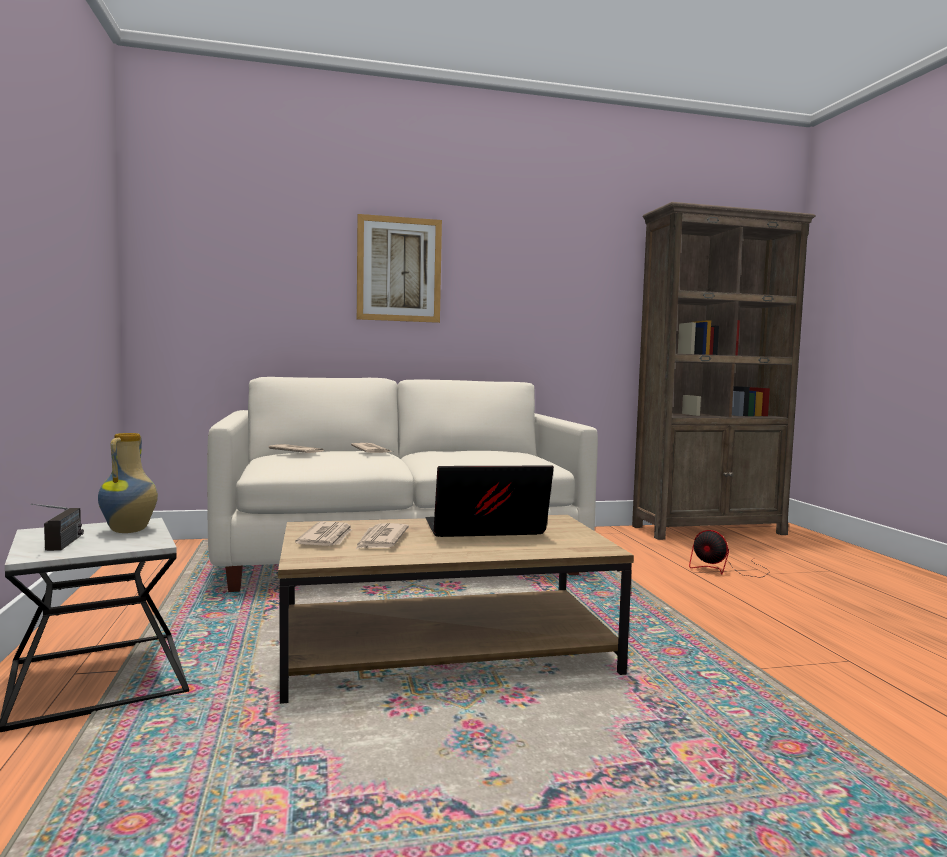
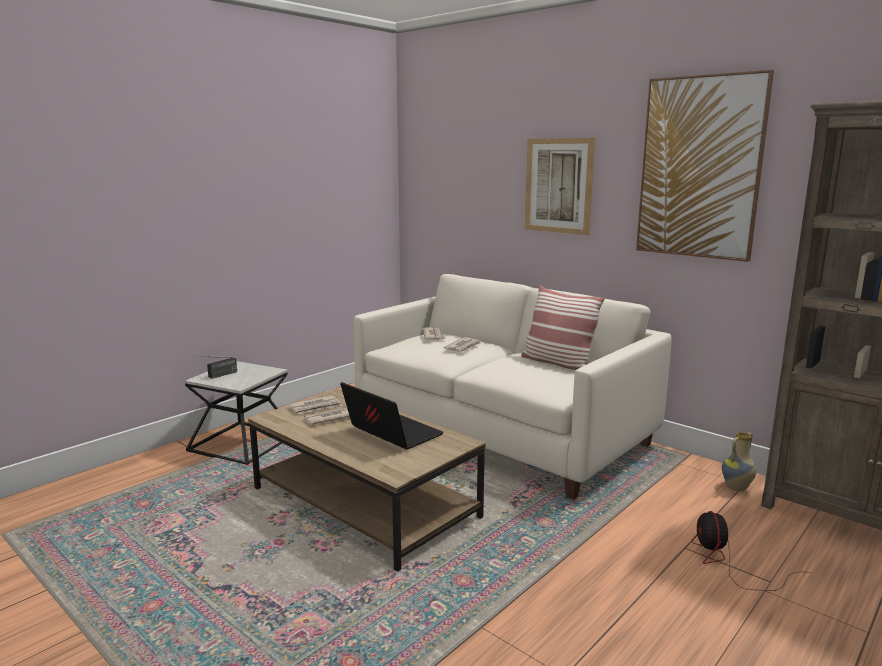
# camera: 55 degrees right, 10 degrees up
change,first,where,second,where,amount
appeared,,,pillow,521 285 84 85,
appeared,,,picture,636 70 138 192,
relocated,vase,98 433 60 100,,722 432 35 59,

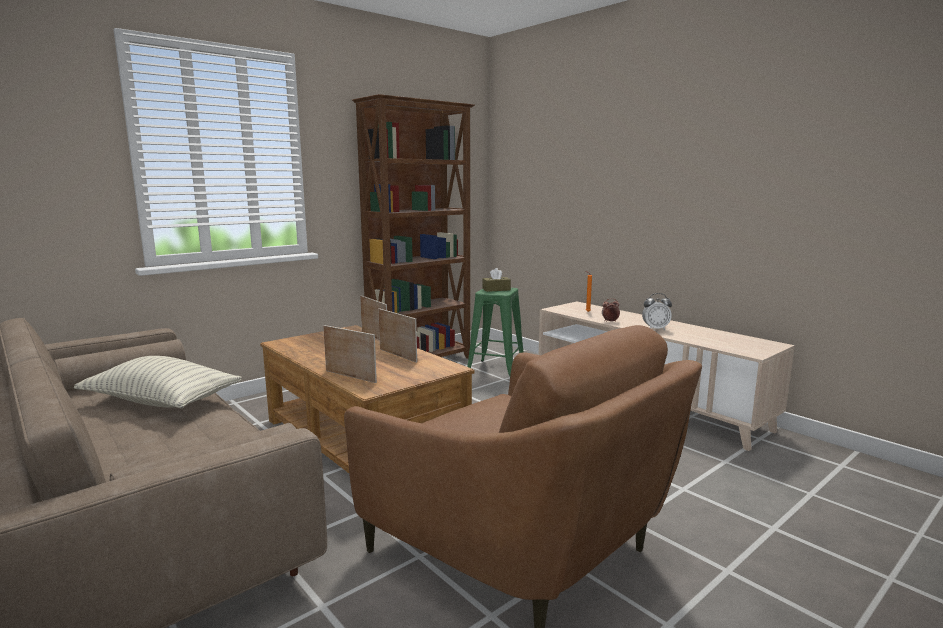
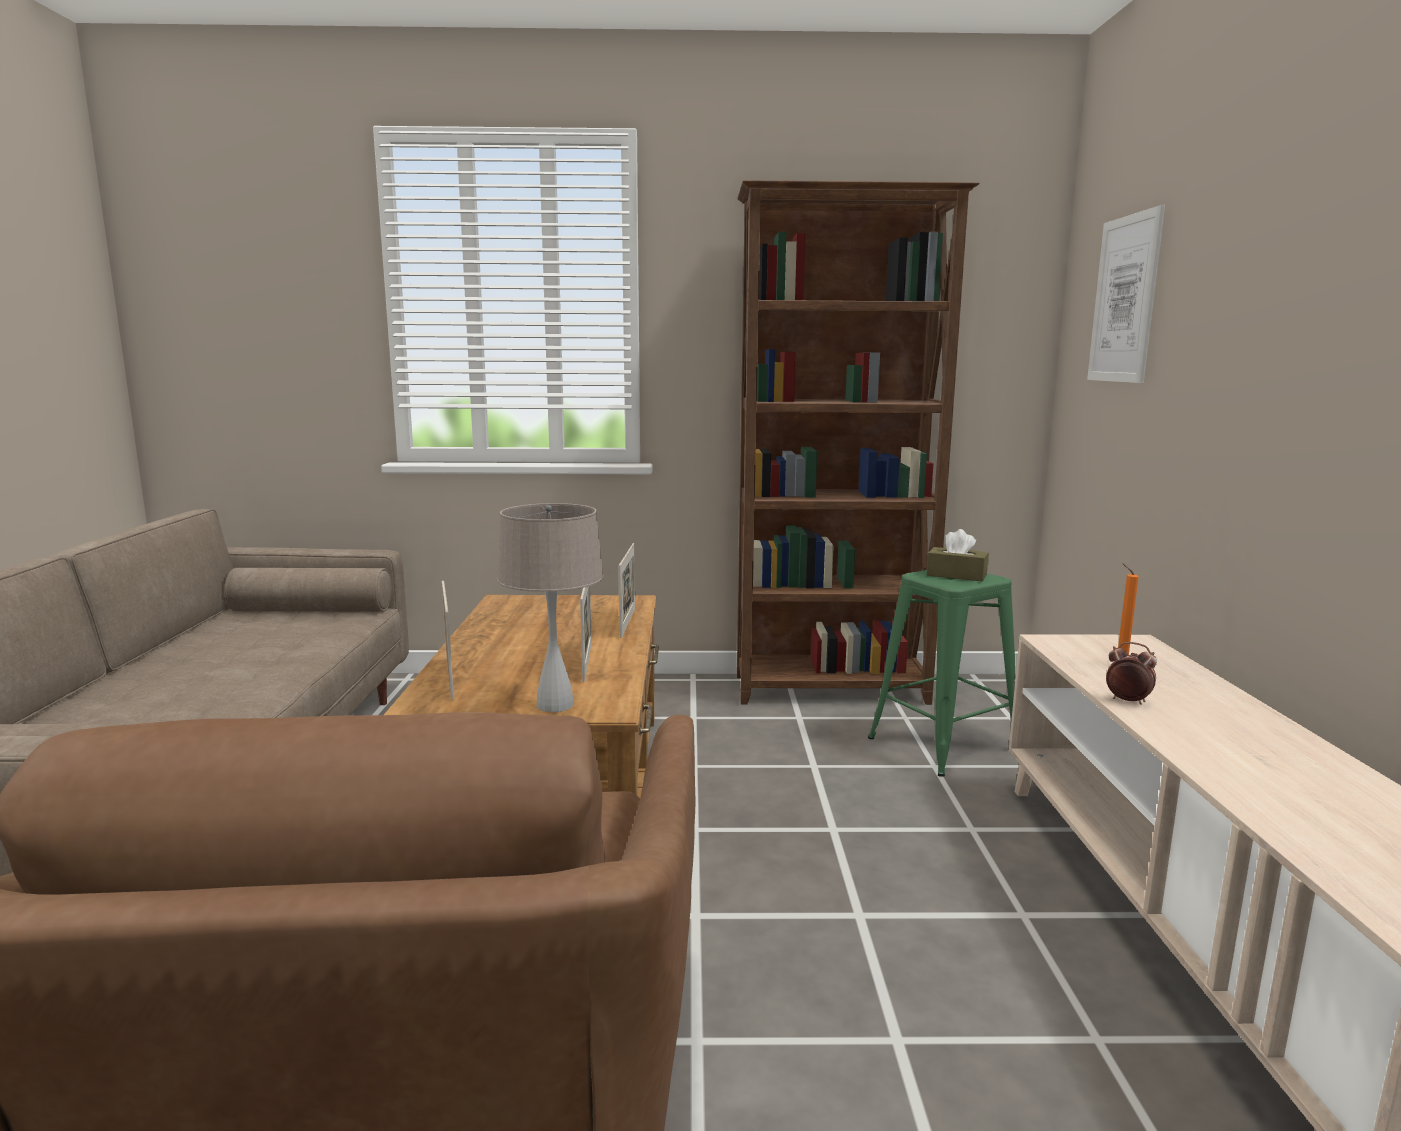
# camera: 40 degrees right, 0 degrees up
change,first,where,second,where,amount
appeared,,,table lamp/beige,497 503 107 209,
appeared,,,picture,1087 205 78 178,
missing,pillow,74 356 168 52,,,
missing,alarm clock,642 293 30 37,,,

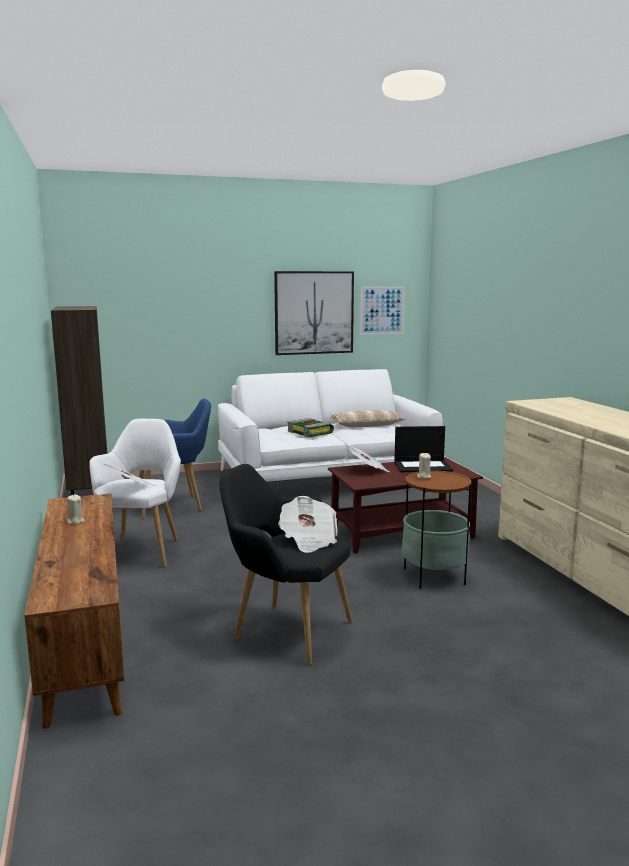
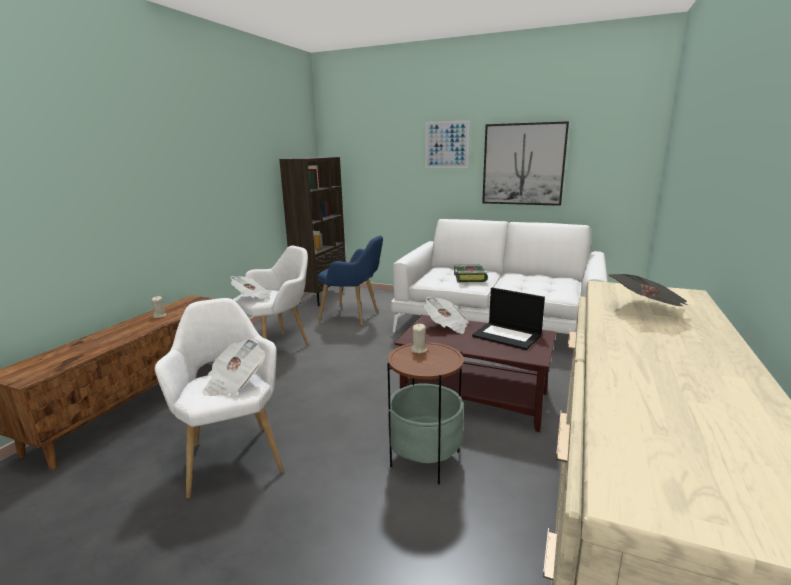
# camera: 40 degrees right, 5 degrees up
change,first,where,second,where,amount
colour,armchair/black,220 464 132 201,armchair/white,155 298 129 200,
relocated,picture,360 286 45 49,,426 120 44 48,
appeared,,,newspaper,608 274 79 32,
missing,pillow,330 410 76 17,,,

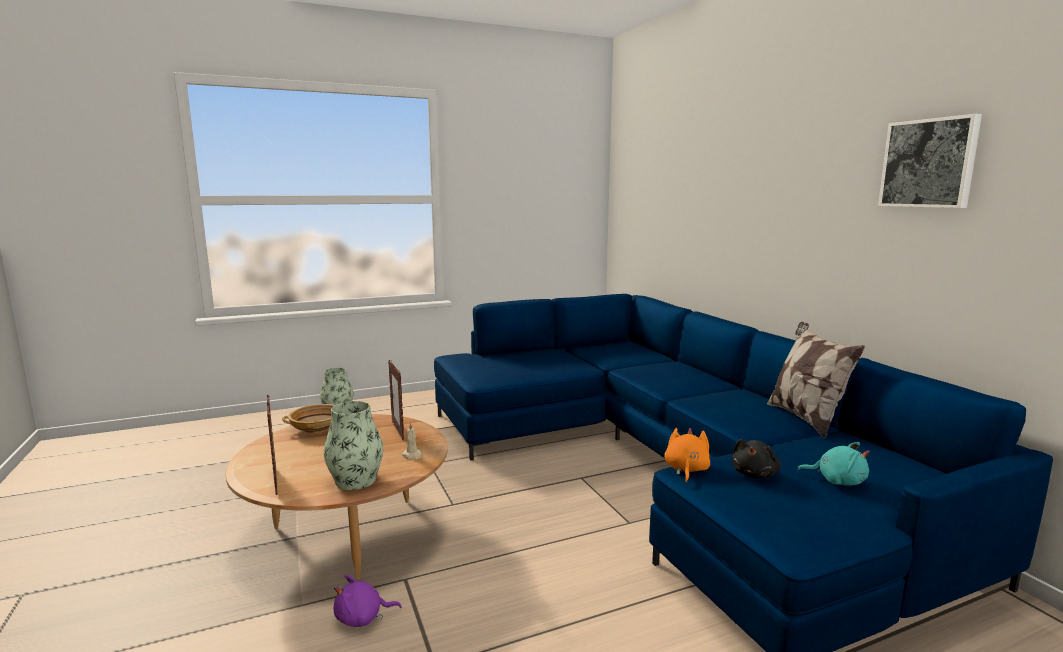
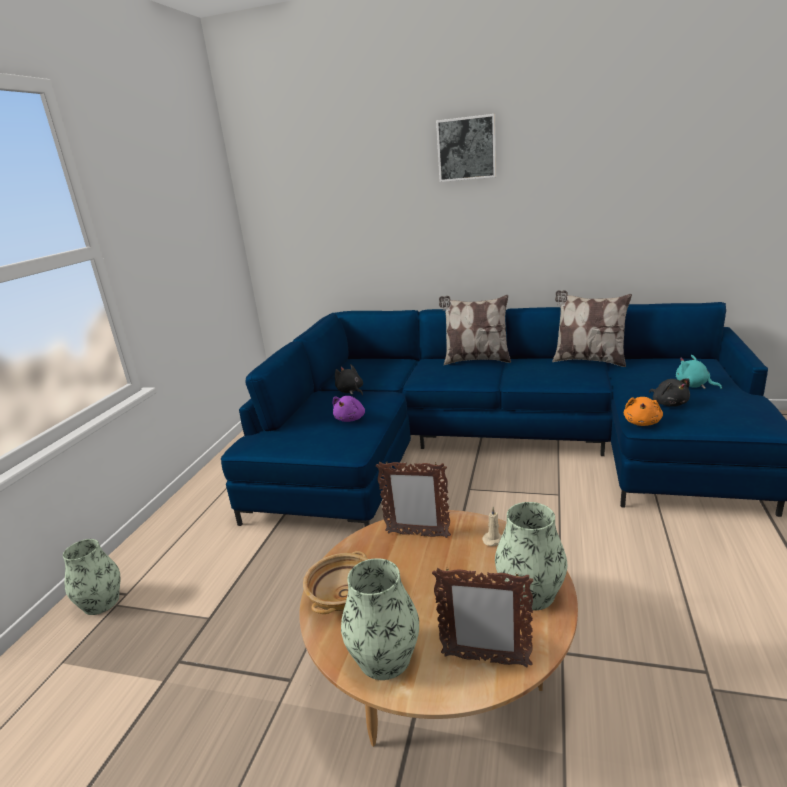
# camera: 50 degrees left, 10 degrees up
change,first,where,second,where,amount
relocated,plush toy/purple,333 574 69 53,,333 396 32 26,
appeared,,,plush toy/black,335 365 28 30,
appeared,,,vase,341 558 78 122,
relocated,picture,878 114 104 94,,436 114 60 68,
appeared,,,pillow,439 295 72 70,
spun,plush toy/orange,664 428 46 55,,624 397 39 29,120 degrees counterclockwise
spun,plush toy/turquoise,797 442 73 44,,676 355 46 34,105 degrees counterclockwise

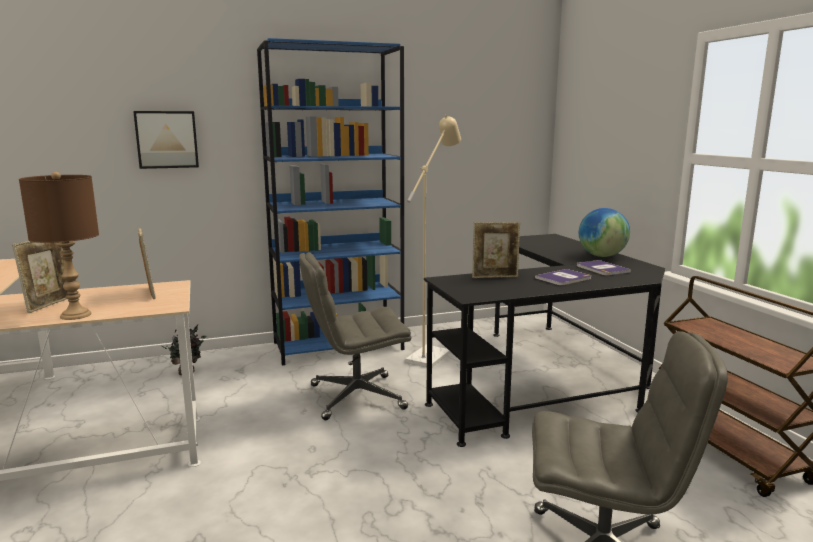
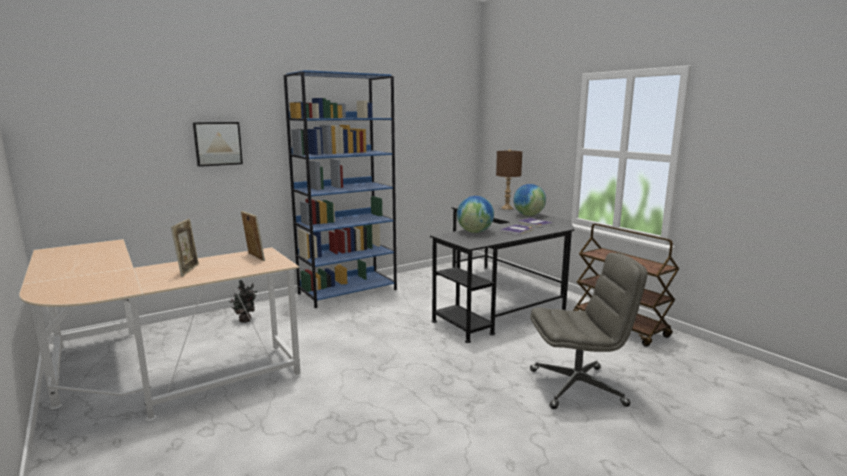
# camera: 15 degrees left, 0 degrees up
change,first,where,second,where,amount
exchanged,picture frame,472 222 48 56,globe,457 196 37 37,
relocated,table lamp/brown,19 172 80 148,,496 149 26 61,
missing,office chair/grey,299 252 112 168,,,
missing,floor lamp/beige,405 115 56 252,,,

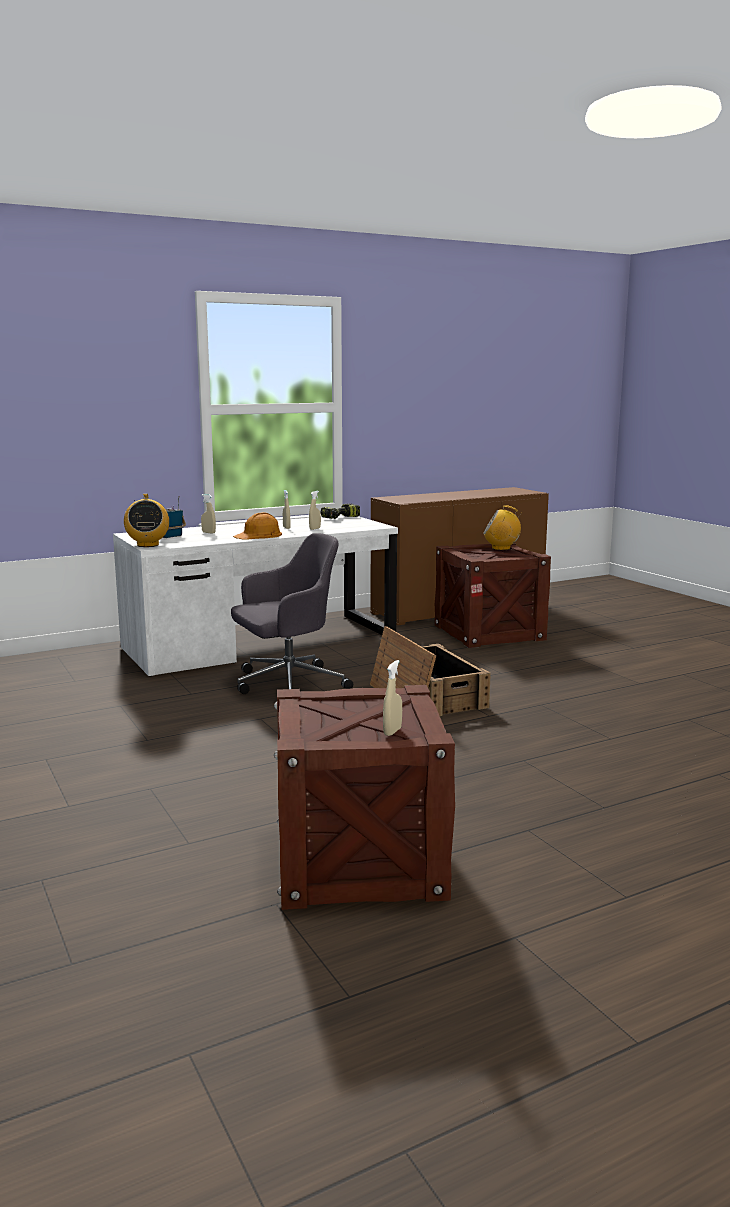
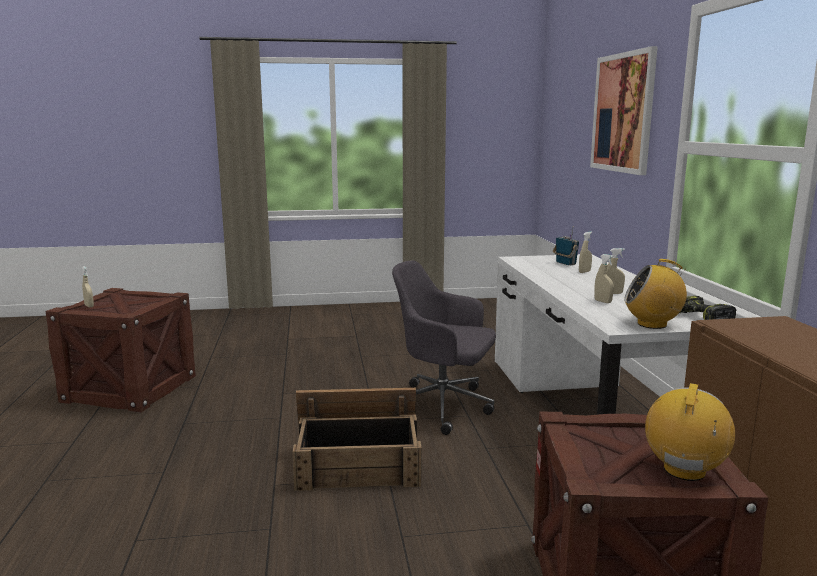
# camera: 110 degrees right, 0 degrees up
change,first,where,second,where,amount
spun,office chair/grey,231 533 122 161,,392 261 104 174,120 degrees clockwise
appeared,,,picture,590 46 68 129,
relocated,radio,124 494 45 53,,624 259 63 70,
missing,hard hat/orange,233 512 49 28,,,

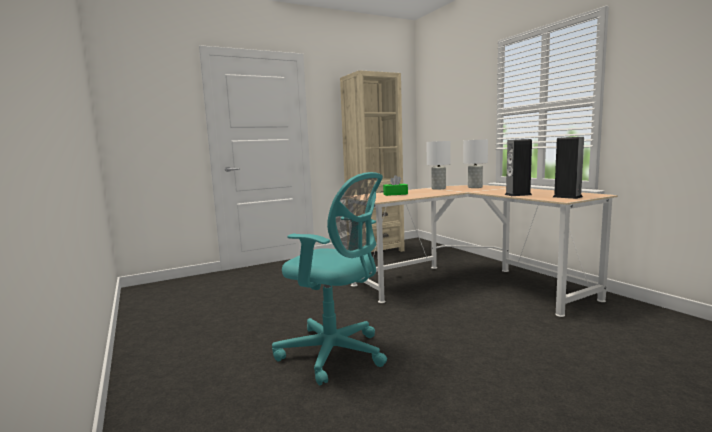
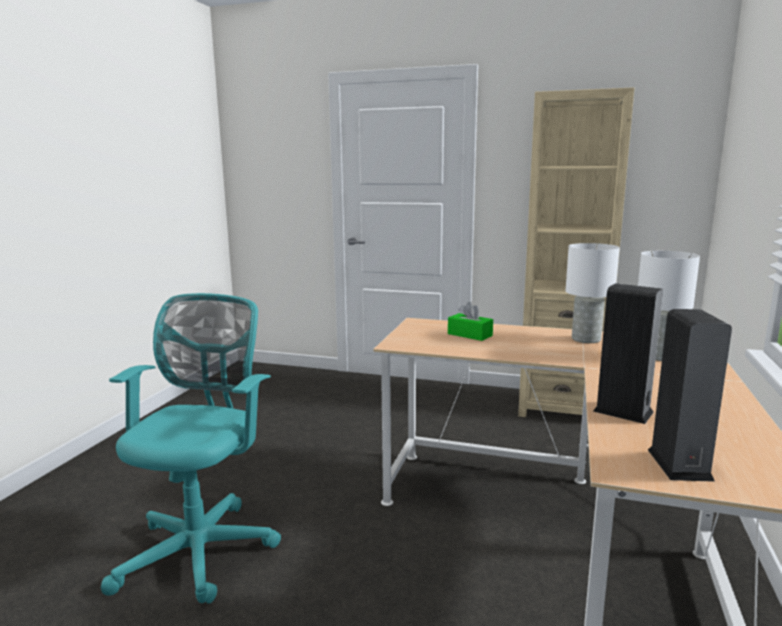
# camera: 45 degrees right, 5 degrees up
change,first,where,second,where,amount
spun,office chair/turquoise,272 172 115 213,,100 293 181 311,150 degrees counterclockwise

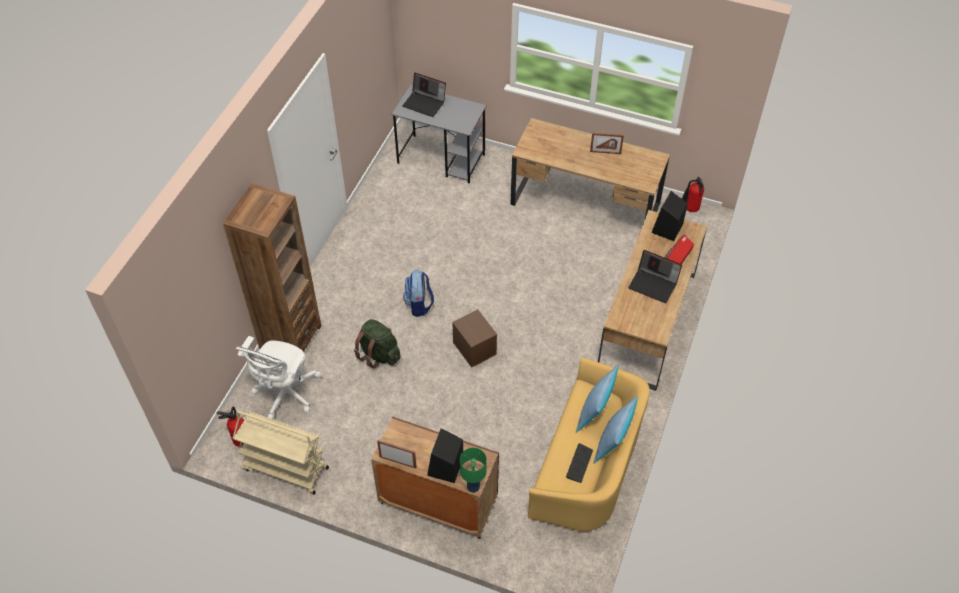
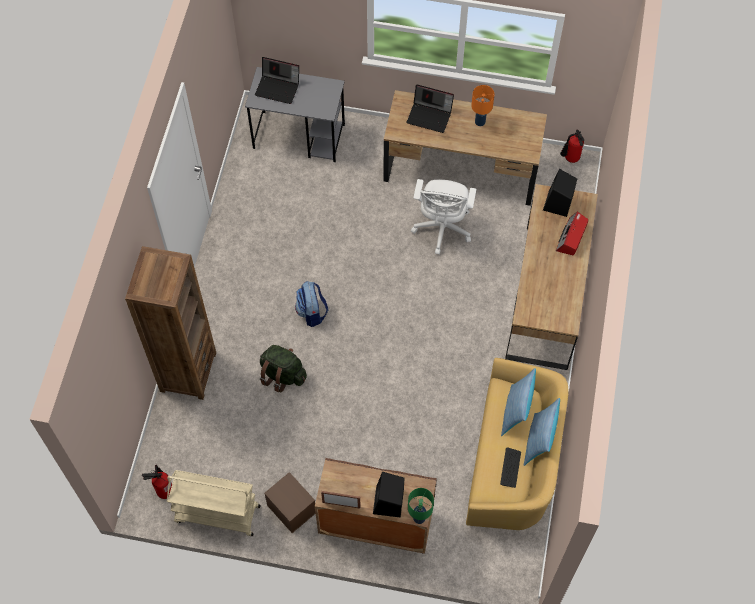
# camera: 10 degrees left, 10 degrees up
change,first,where,second,where,amount
relocated,storage box/brown,452 310 45 58,,264 472 51 61,
relocated,laptop,628 250 54 53,,407 85 47 48,
relocated,office chair/white,236 336 85 83,,411 179 65 75,
exchanged,picture frame,590 133 34 21,table lamp/orange,471 85 24 41,

